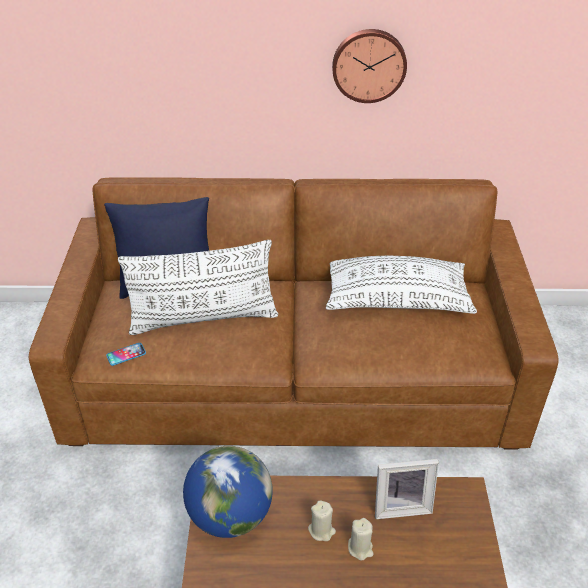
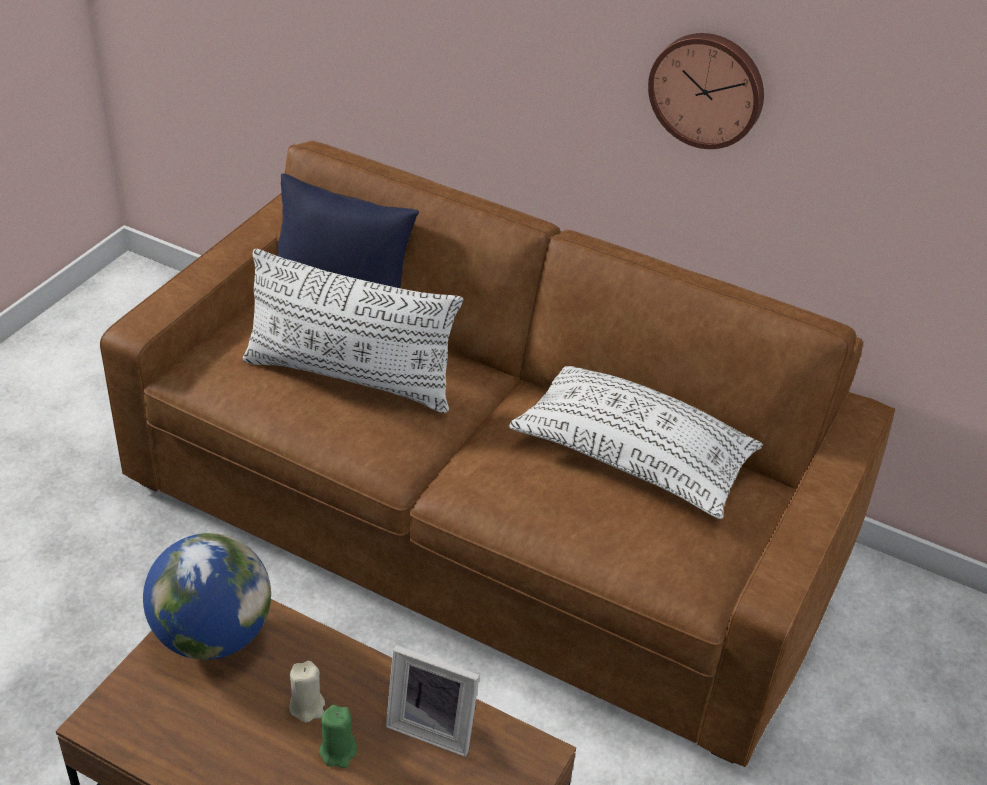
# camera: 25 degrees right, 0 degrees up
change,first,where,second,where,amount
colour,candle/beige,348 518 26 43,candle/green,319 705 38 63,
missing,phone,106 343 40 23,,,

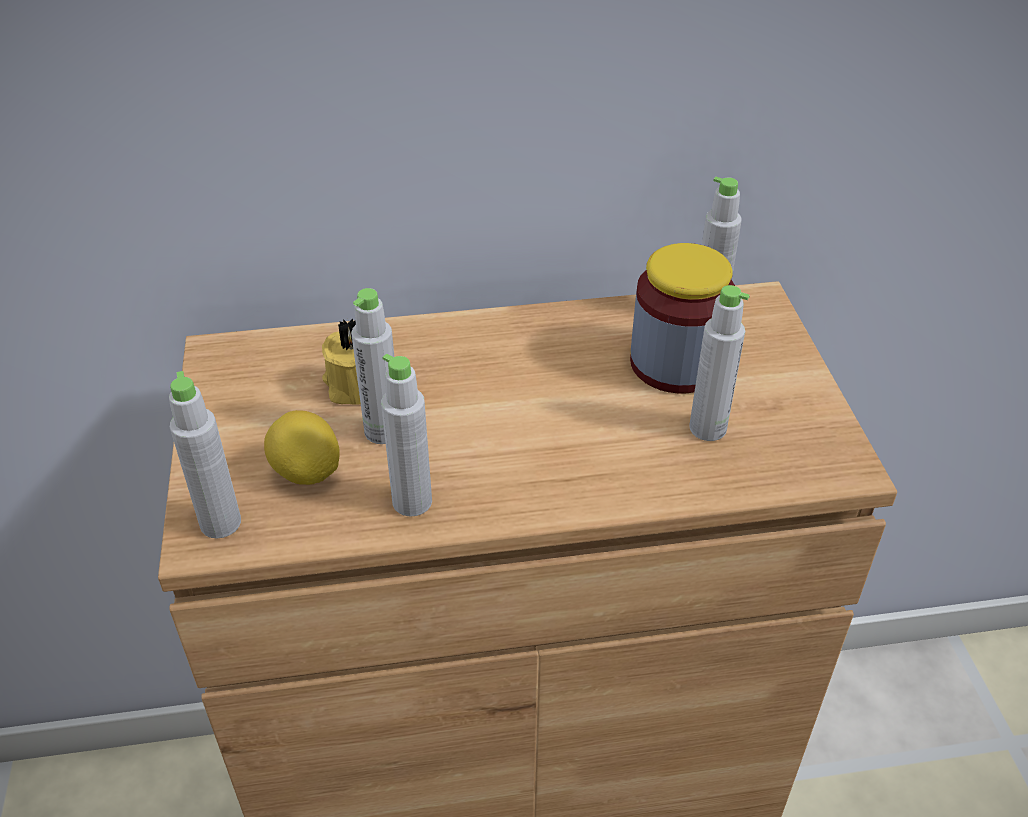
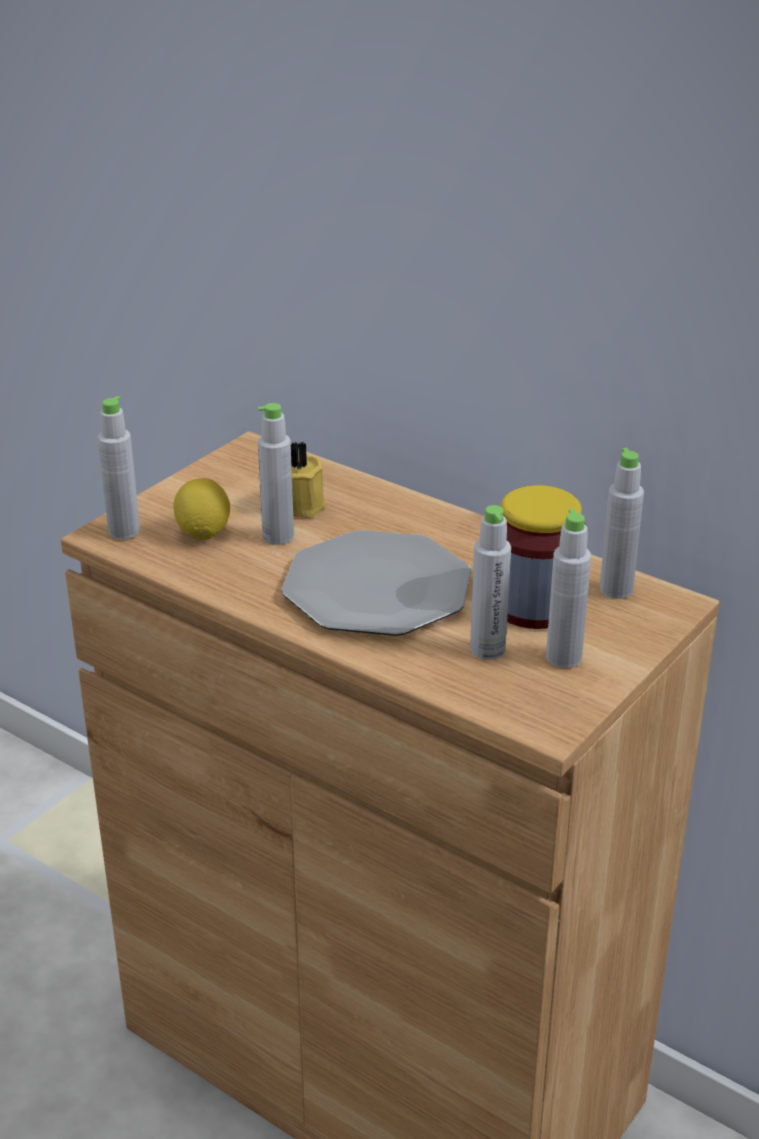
# camera: 45 degrees right, 10 degrees down
change,first,where,second,where,amount
appeared,,,plate,281 530 190 106,
relocated,bottle/grey,381 354 51 163,,546 509 45 159,

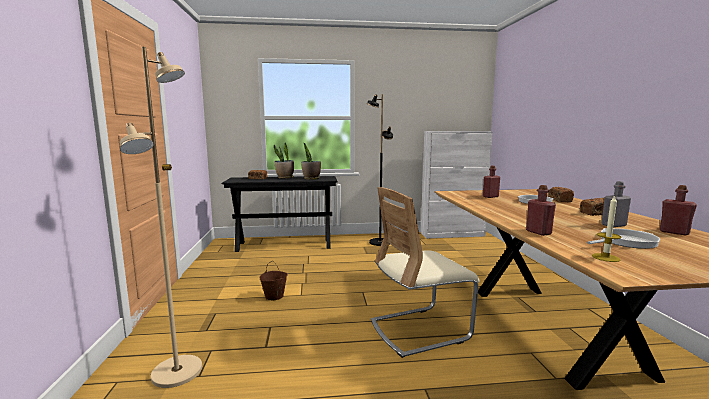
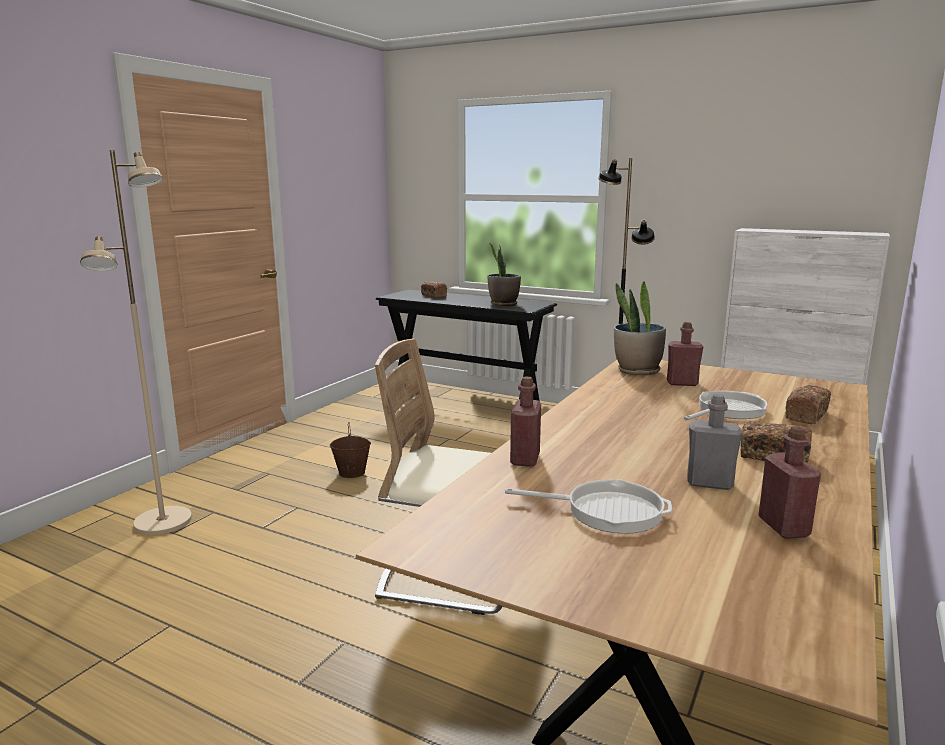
# camera: 35 degrees right, 5 degrees up
change,first,where,second,where,amount
relocated,potted plant,274 142 20 37,,614 281 52 95,
missing,candle,592 195 30 67,,,

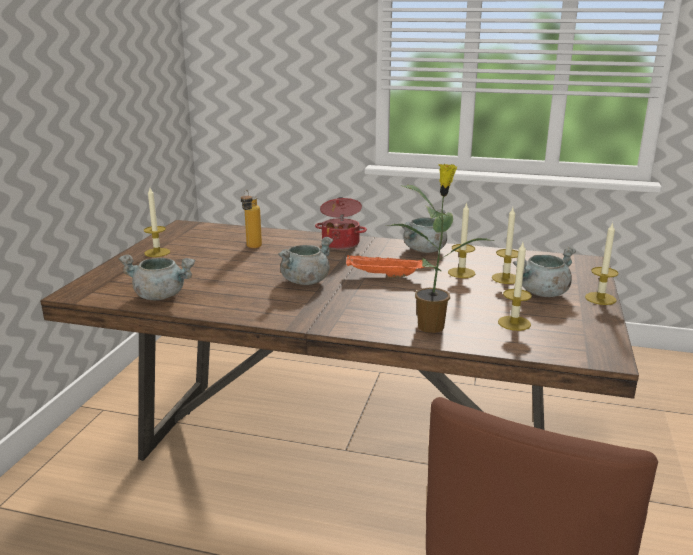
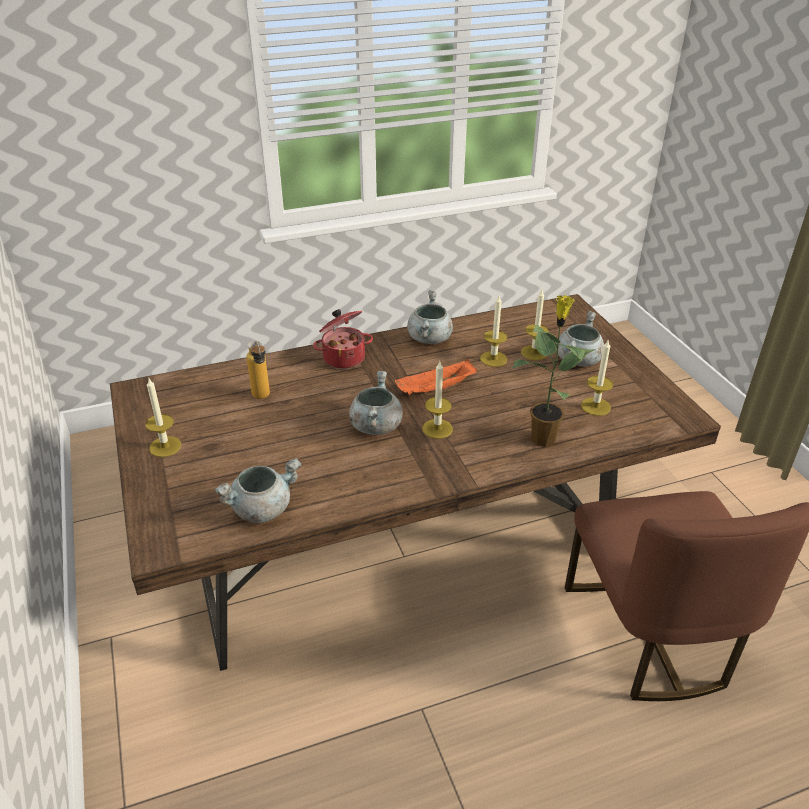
# camera: 35 degrees left, 15 degrees up
change,first,where,second,where,amount
relocated,candle,585 222 34 83,,422 362 31 77,

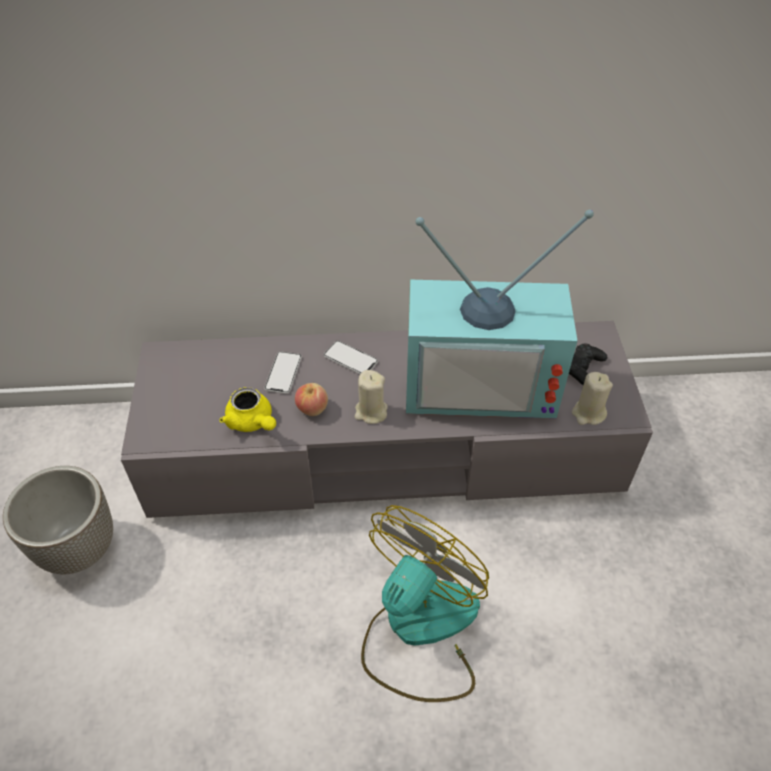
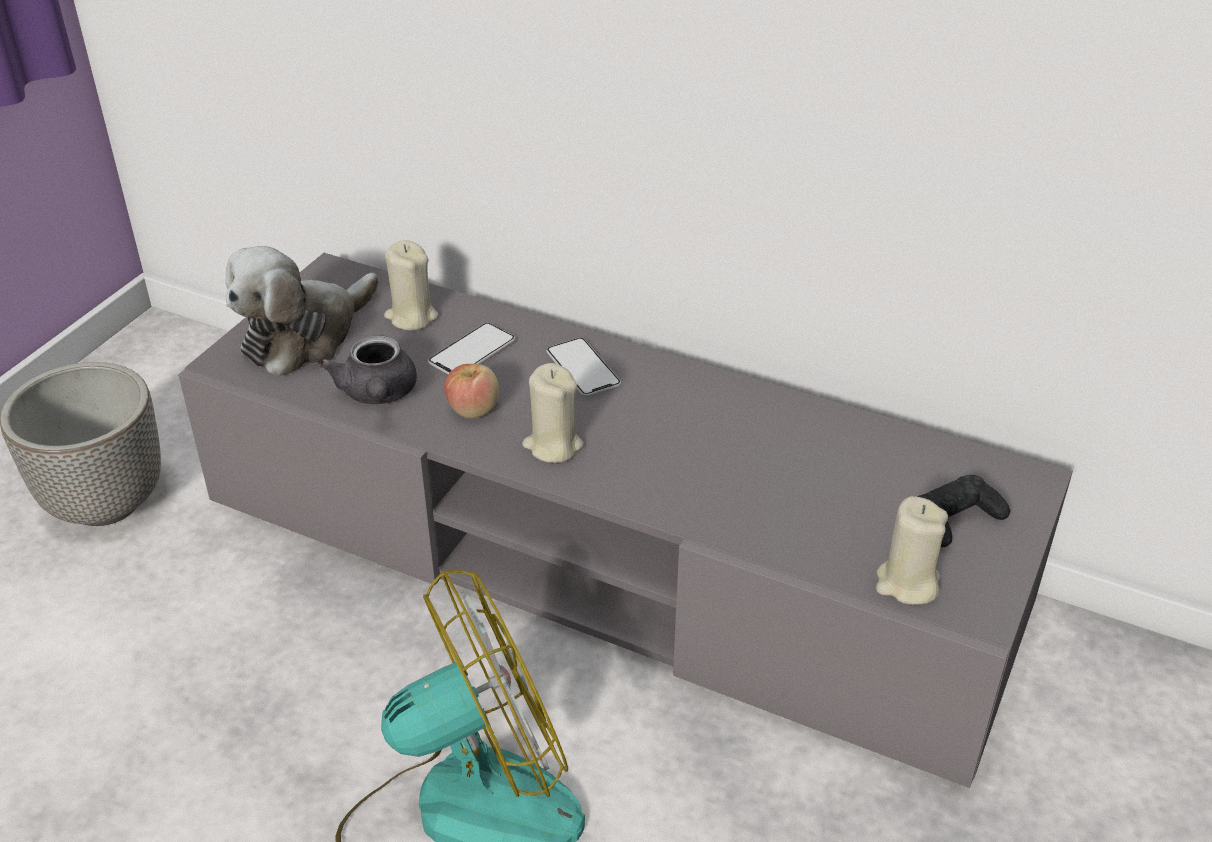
# camera: 30 degrees right, 10 degrees down
change,first,where,second,where,amount
appeared,,,plush toy,225 246 154 131,
colour,teapot/yellow,219 387 57 45,teapot/grey,320 335 97 69,
appeared,,,candle/beige,384 240 54 90,
missing,television,406 210 188 208,,,

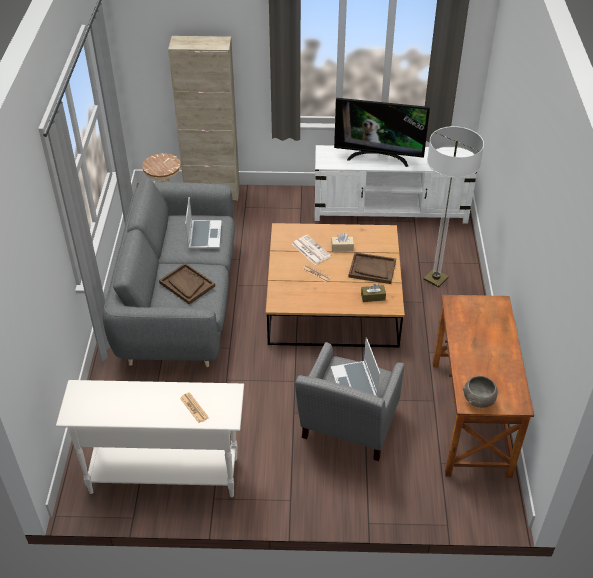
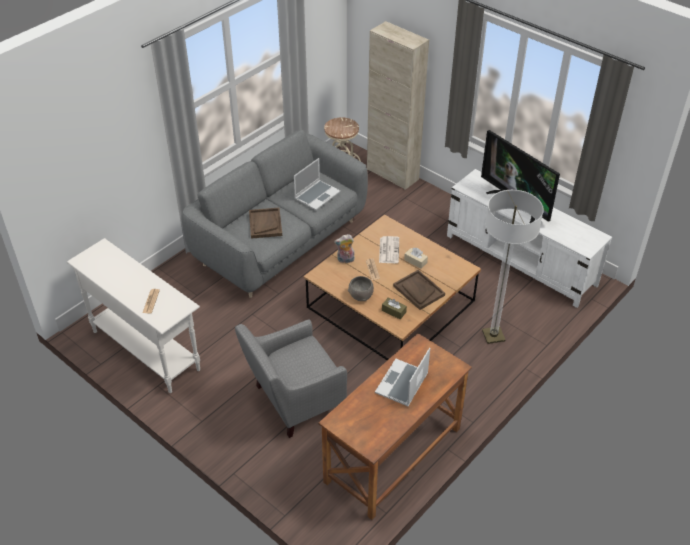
# camera: 40 degrees right, 0 degrees up
change,first,where,second,where,amount
appeared,,,plush toy,334 234 21 29,
relocated,bowl/grey,463 376 35 32,,348 276 26 25,
relocated,laptop,331 337 49 60,,375 348 55 58,

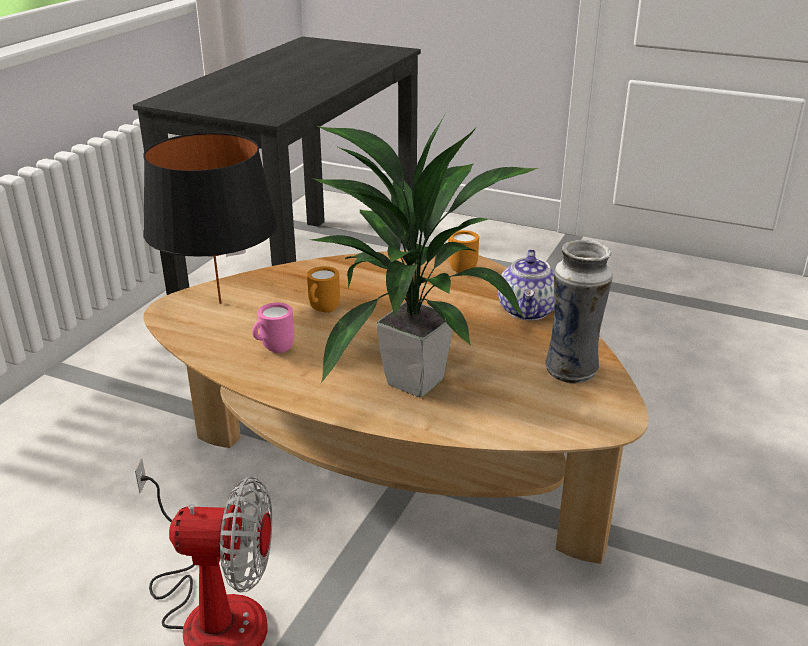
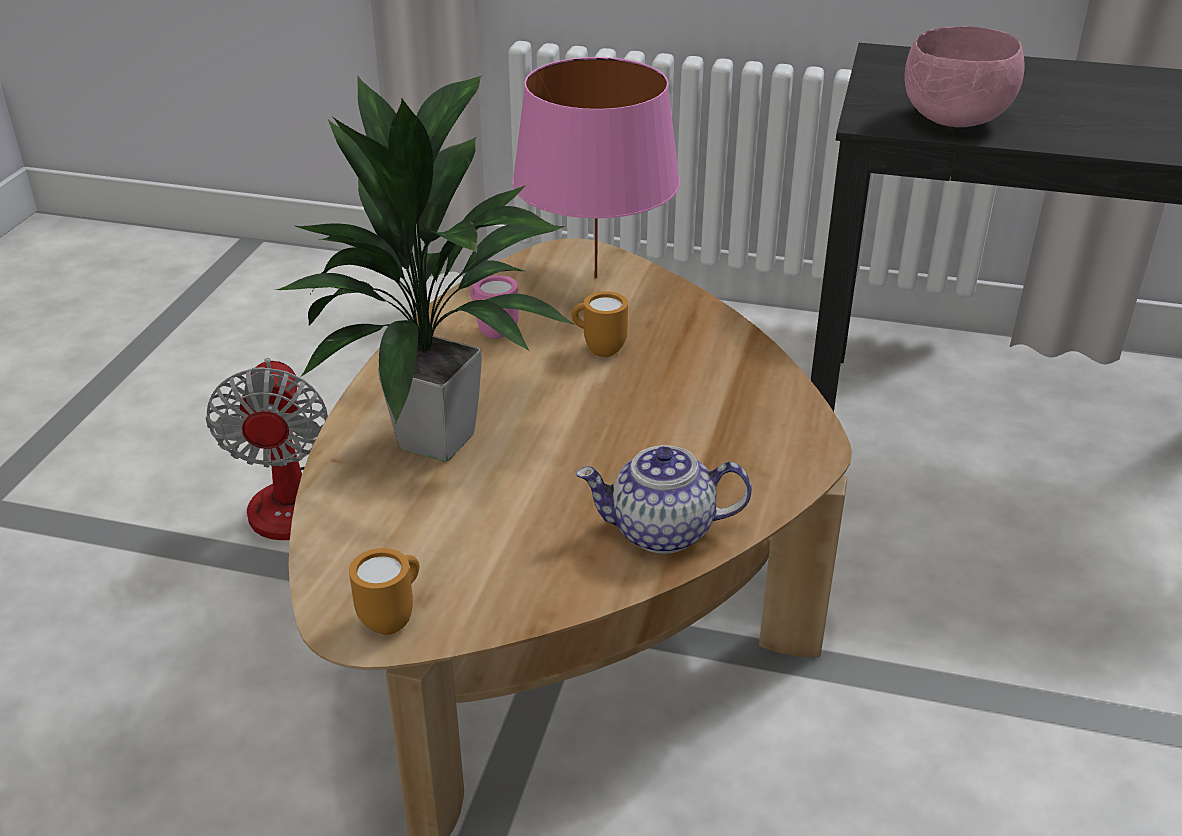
# camera: 80 degrees right, 5 degrees up
change,first,where,second,where,amount
relocated,mug/orange,448 230 31 43,,349 548 70 87,
colour,table lamp/black,143 133 134 171,table lamp/pink,512 57 168 221,
appeared,,,bowl/pink,904 26 121 101,
missing,vase,545 240 68 144,,,

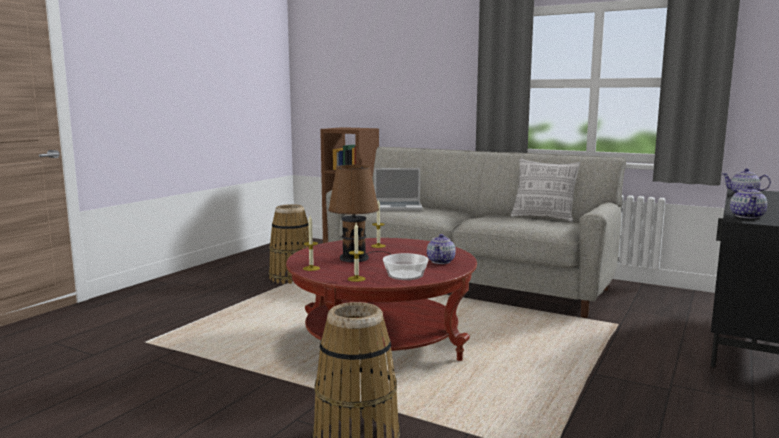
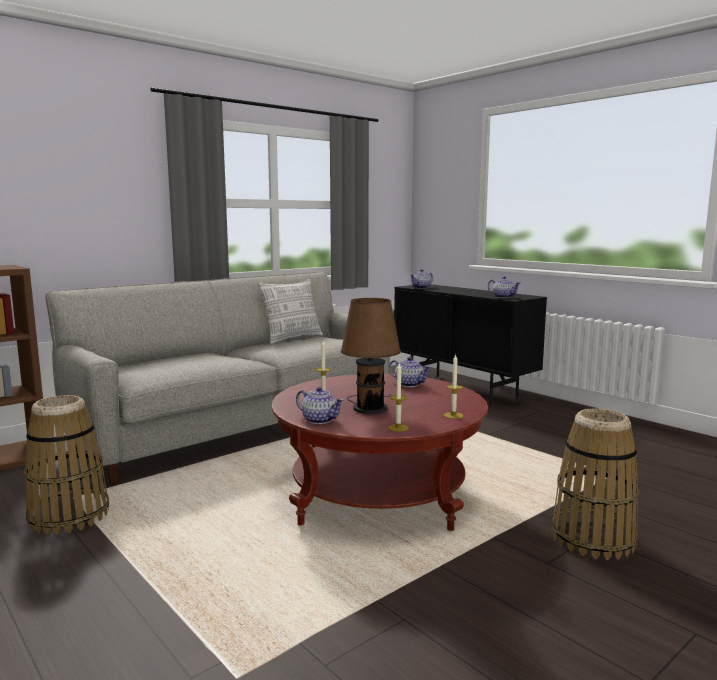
# camera: 70 degrees left, 0 degrees up
change,first,where,second,where,amount
appeared,,,teapot,296 387 48 37,
missing,laptop,374 168 49 43,,,
missing,bowl,383 253 46 27,,,

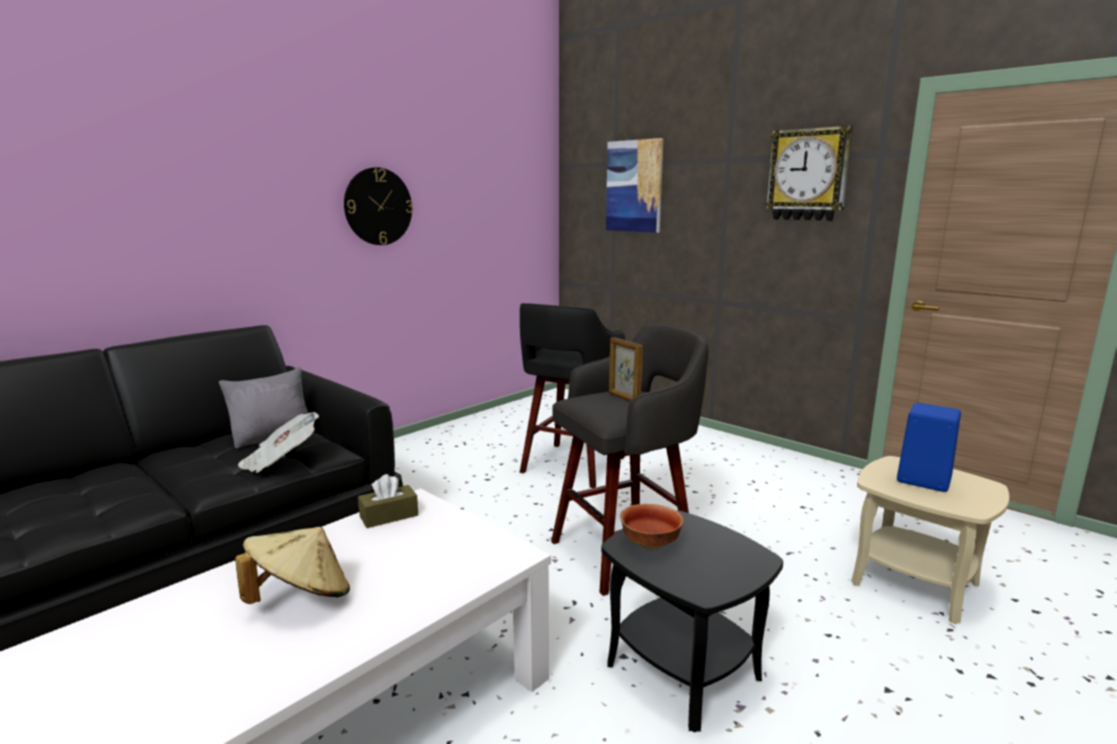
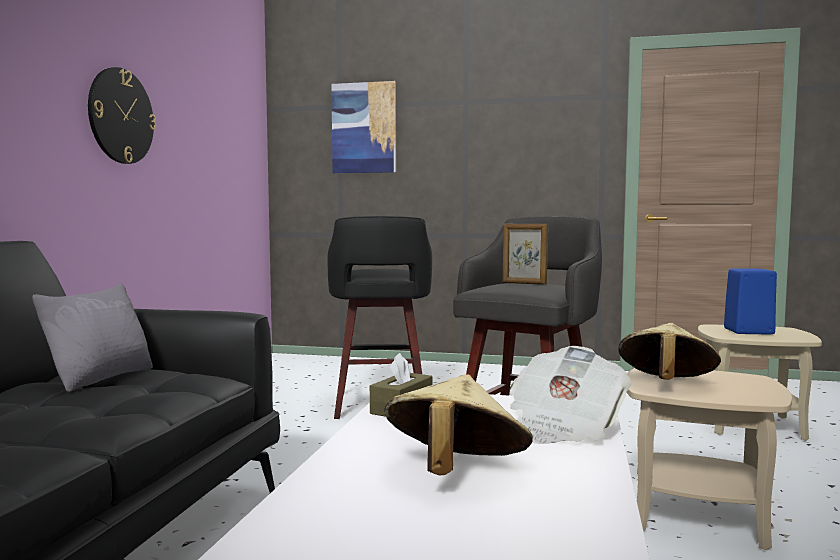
# camera: 30 degrees left, 10 degrees down
change,first,where,second,where,amount
relocated,newspaper,238 412 81 61,,509 346 122 98,
exchanged,bowl,620 504 64 46,hat/beige,619 323 102 57,
colour,side table/black,601 510 182 222,side table/beige,627 368 165 182,
missing,wall clock,765 126 88 95,,,

